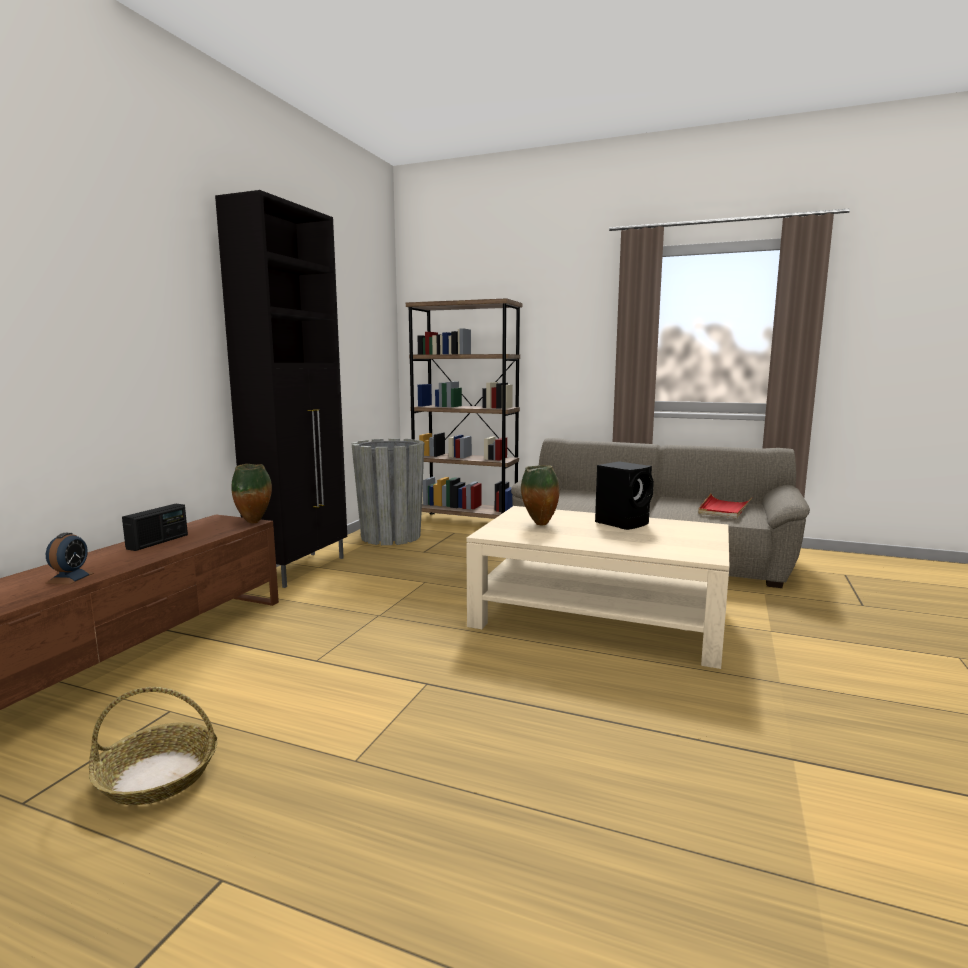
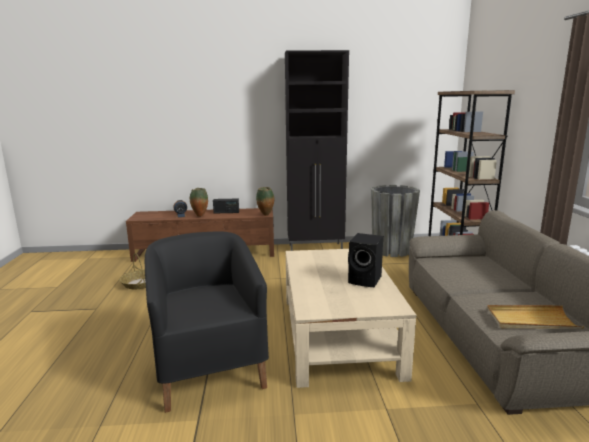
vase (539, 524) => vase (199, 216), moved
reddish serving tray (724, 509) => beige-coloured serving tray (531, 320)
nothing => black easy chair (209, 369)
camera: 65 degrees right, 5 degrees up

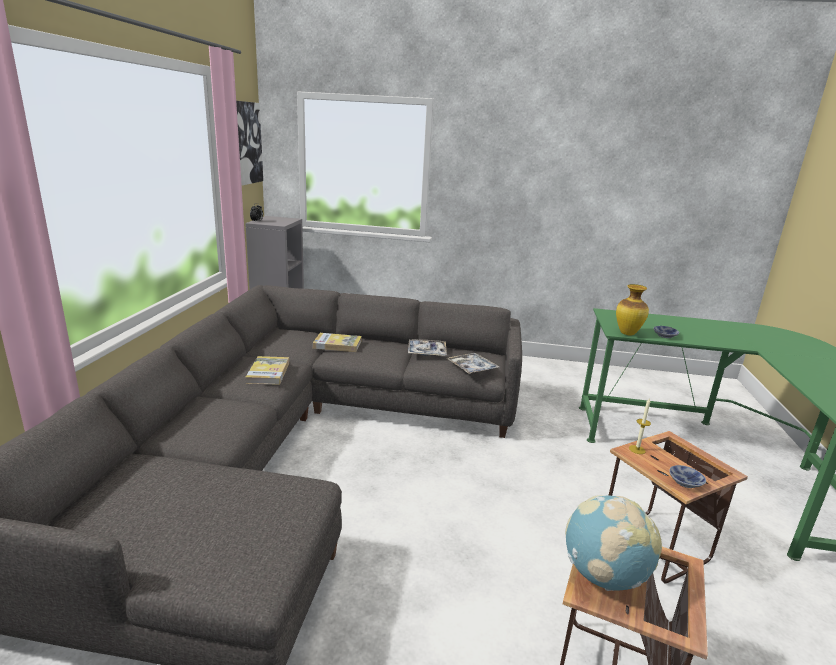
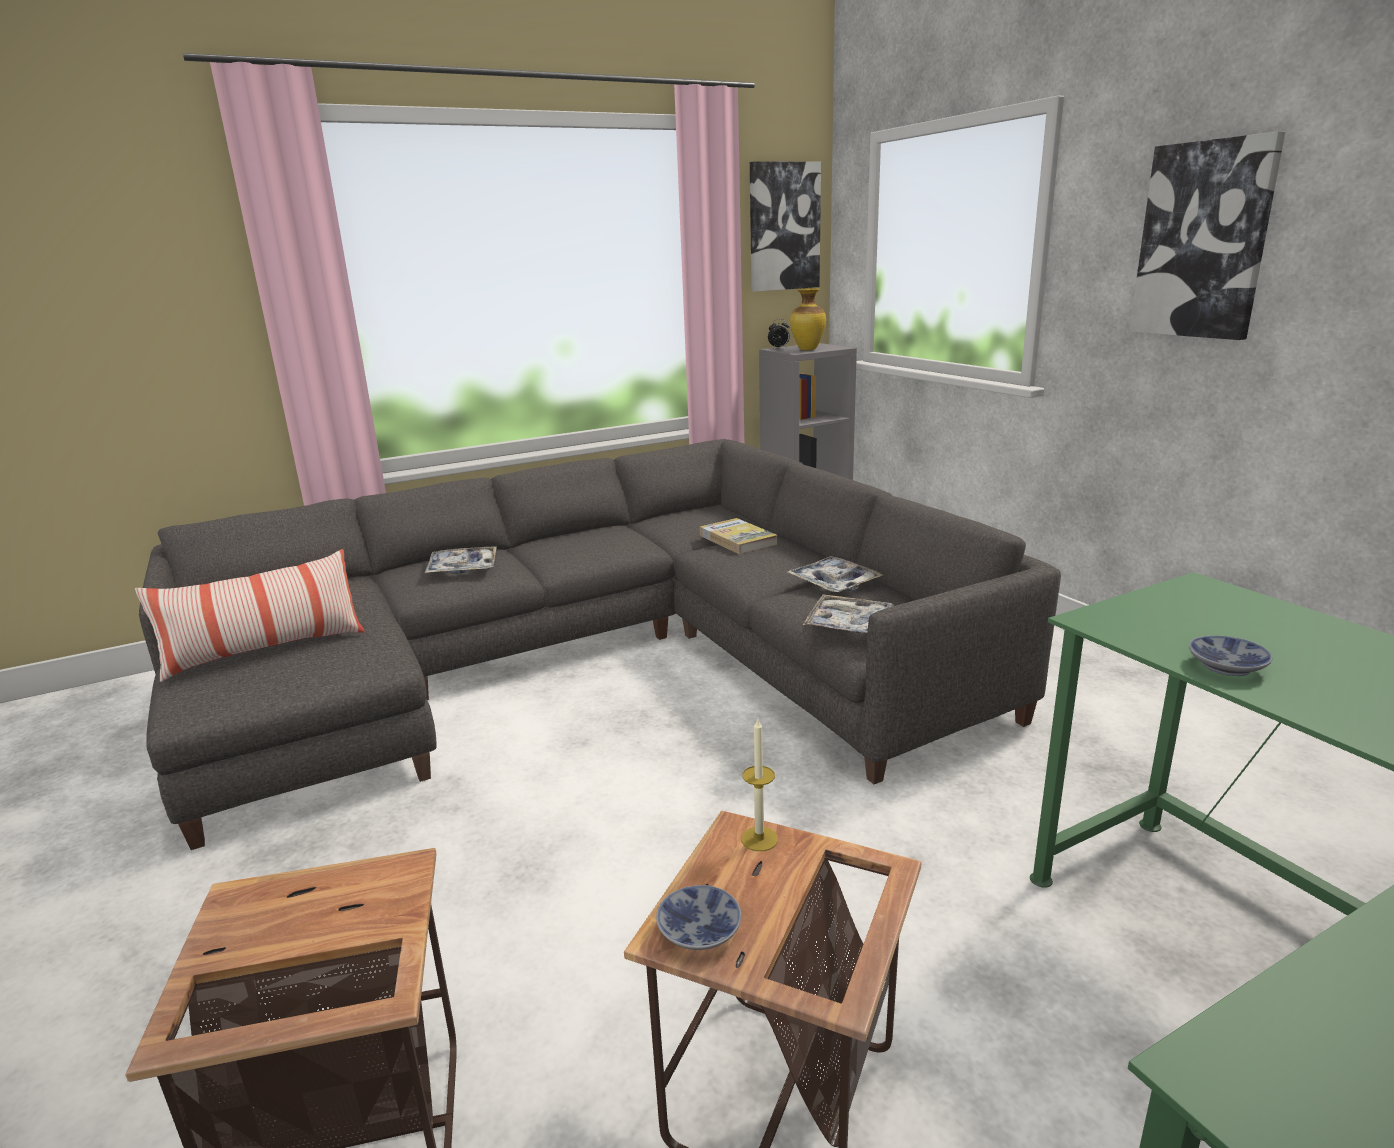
book (268, 373) => nothing
world globe (603, 576) => nothing
vase (627, 333) => vase (807, 349), moved
nothing => pillow (265, 651)
nothing => serving tray (463, 568)
nothing => wall art (1203, 240)
camera: 55 degrees right, 0 degrees up

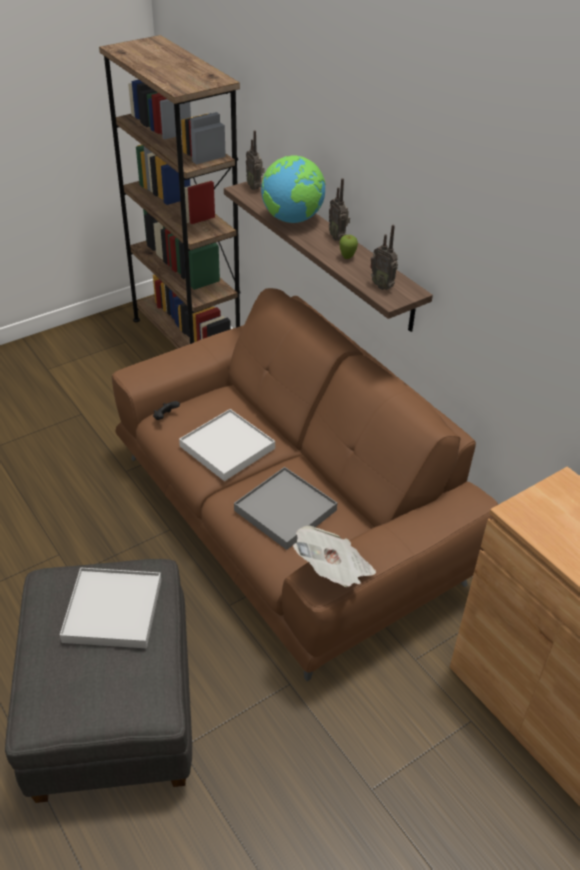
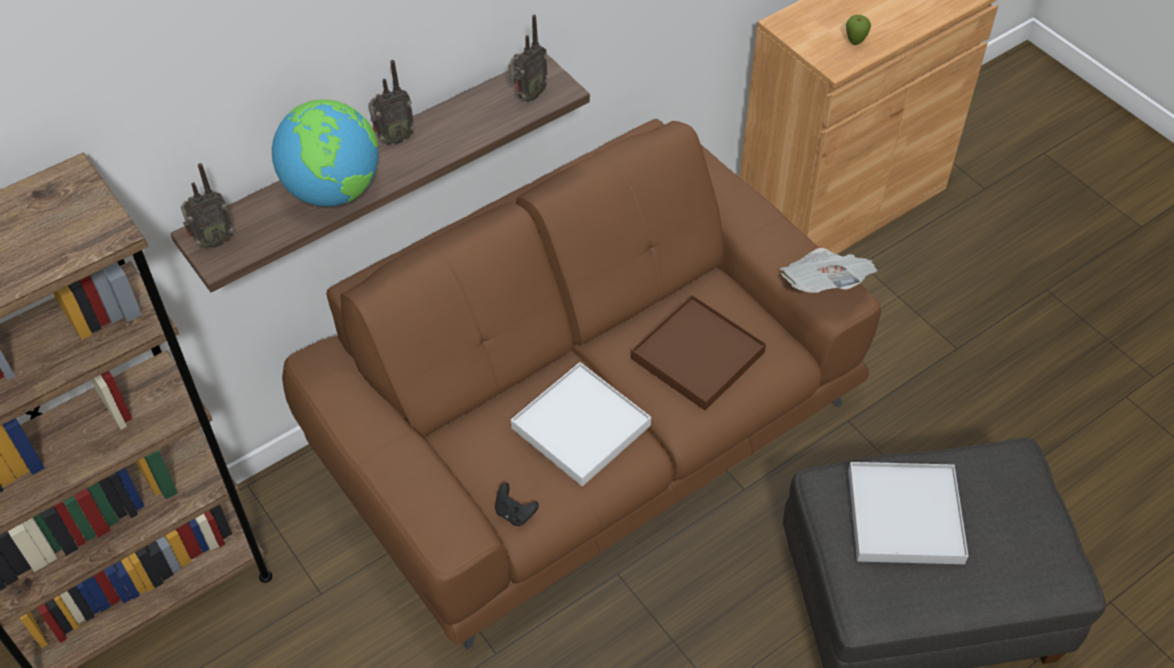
grey serving tray (285, 511) => brown-coloured serving tray (698, 355)
whole apple (347, 257) => whole apple (855, 42), moved
camera: 90 degrees left, 10 degrees up

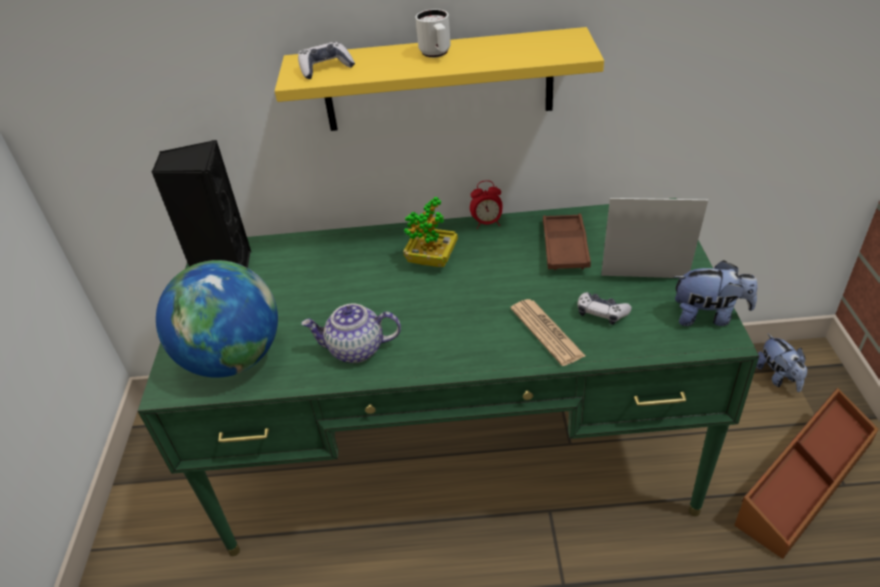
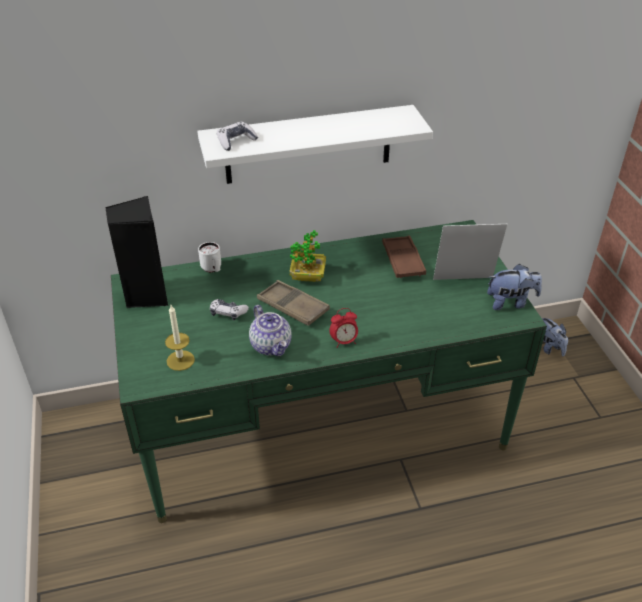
world globe (233, 359) => wax candle (180, 360)
yellowish shelf (438, 81) => whitish shelf (308, 145)
tea pot (355, 350) => tea pot (271, 346), 105 degrees counterclockwise
whitish mug (436, 54) => whitish mug (212, 269), moved
bedside clock (487, 223) => bedside clock (344, 342), moved
daily paper (546, 332) => nothing
game controller (601, 313) => game controller (228, 313), moved
brown-coloured storage box (803, 481) => nothing
nothing => brown-coloured serving tray (292, 307)
camera: 15 degrees left, 0 degrees up

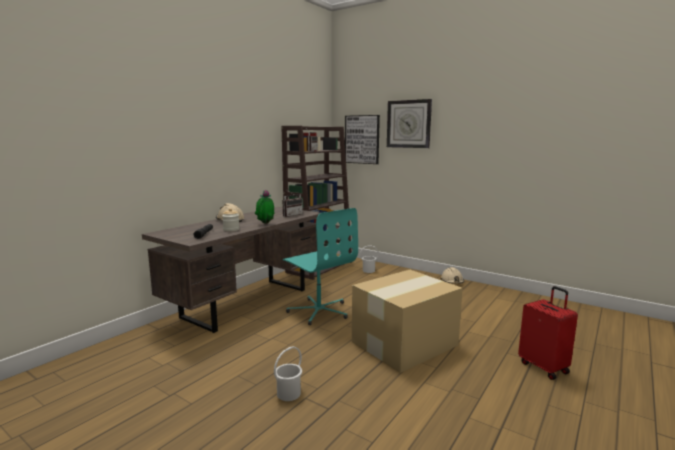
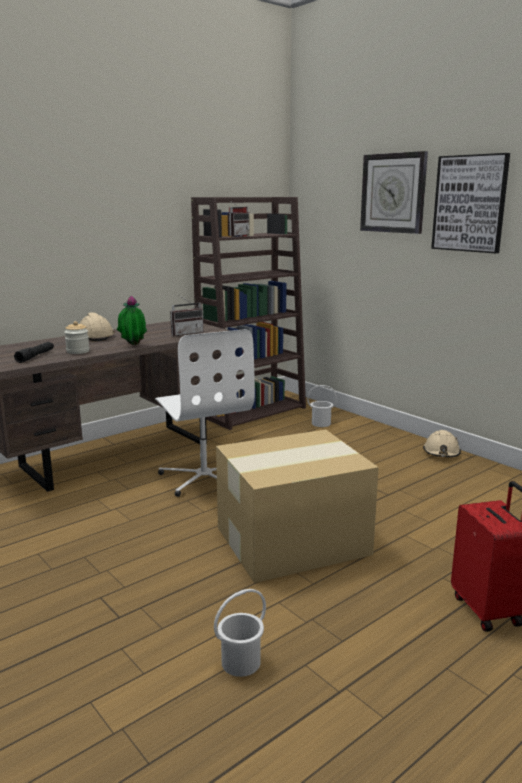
whitish water bucket (289, 394) => whitish water bucket (241, 662), moved
turquoise computer chair (319, 311) => whitish computer chair (204, 477)
wall art (362, 139) => wall art (470, 203), moved
camera: 15 degrees right, 5 degrees up

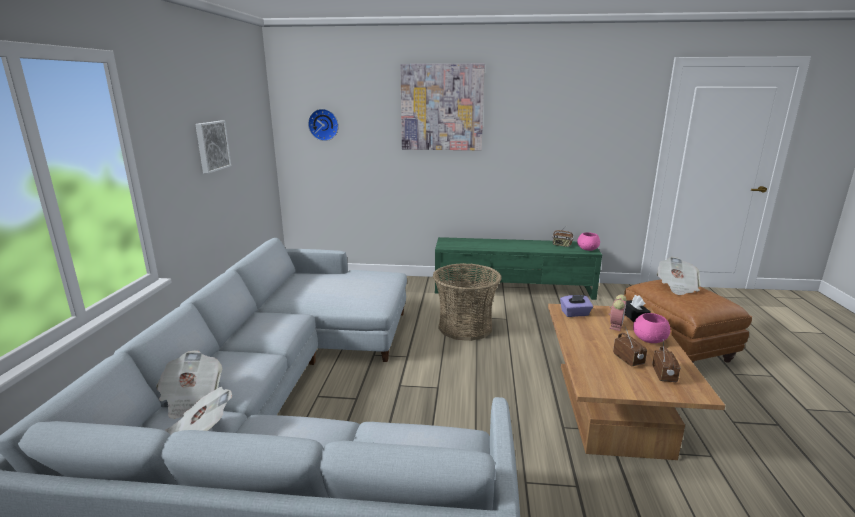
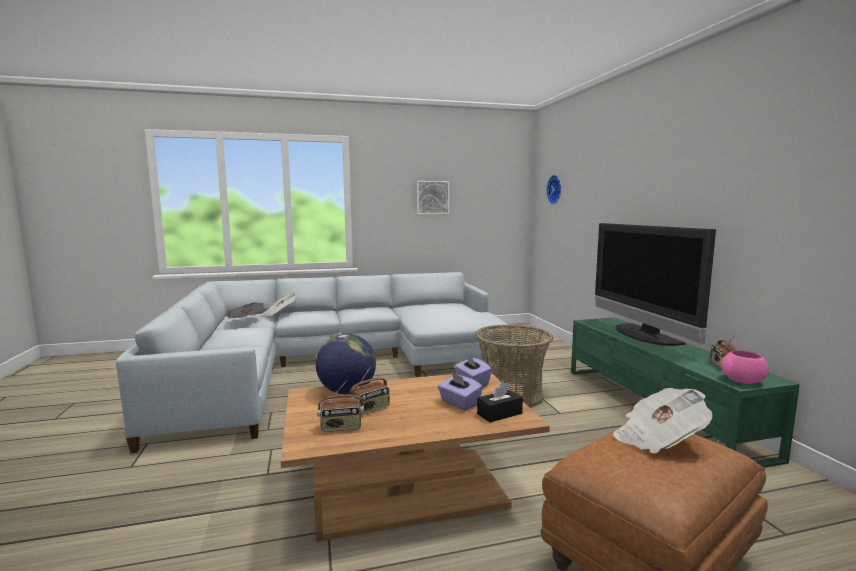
wall art (442, 107) => nothing
bedside clock (616, 325) => purplish tissue holder (459, 403)
pink bowl (650, 339) => nothing
nothing => world globe (347, 392)
nothing => television (643, 335)
camera: 70 degrees right, 10 degrees down

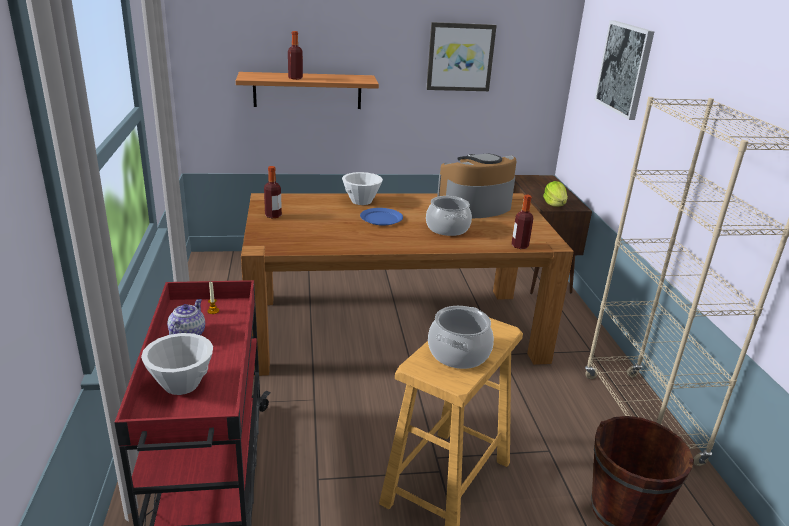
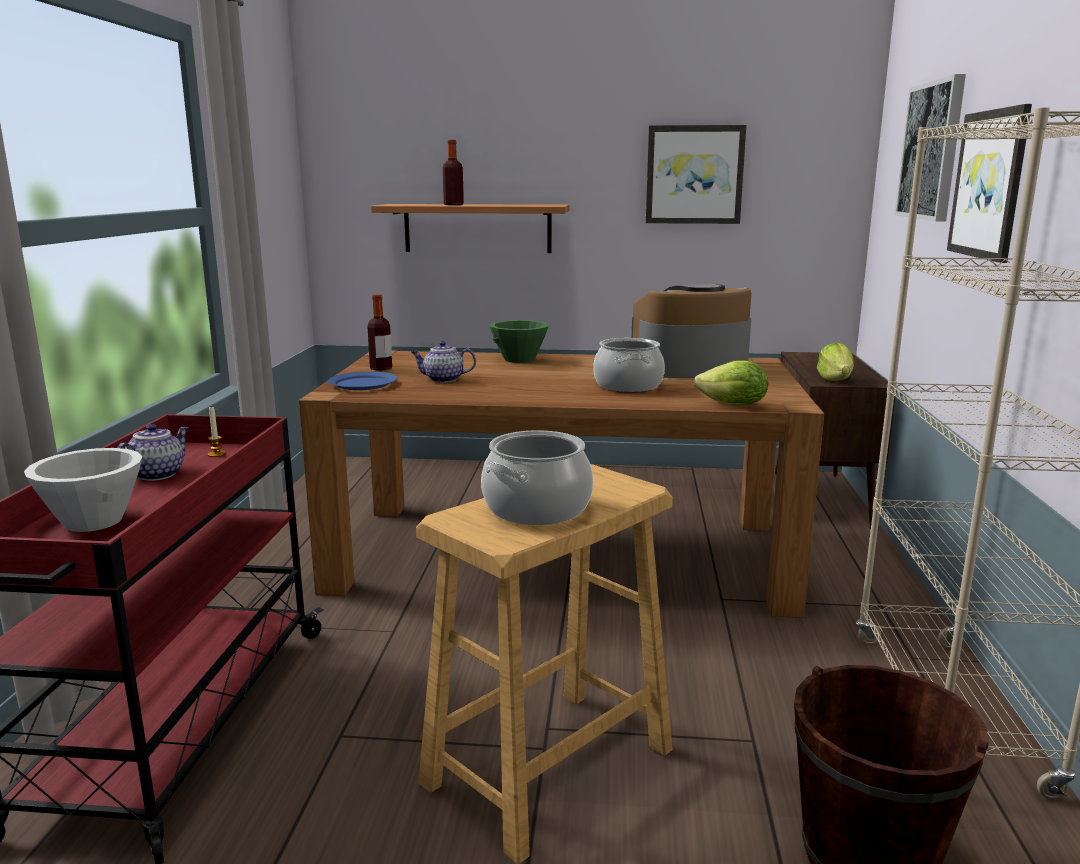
whitish bowl (361, 201) => greenish bowl (519, 359)
blue-coloured dinner plate (381, 218) => blue-coloured dinner plate (363, 384), moved
drink bottle (520, 246) => head of lettuce (733, 405)
nothing => tea pot (443, 379)
nothing => wall art (990, 184)
camera: 15 degrees right, 10 degrees down

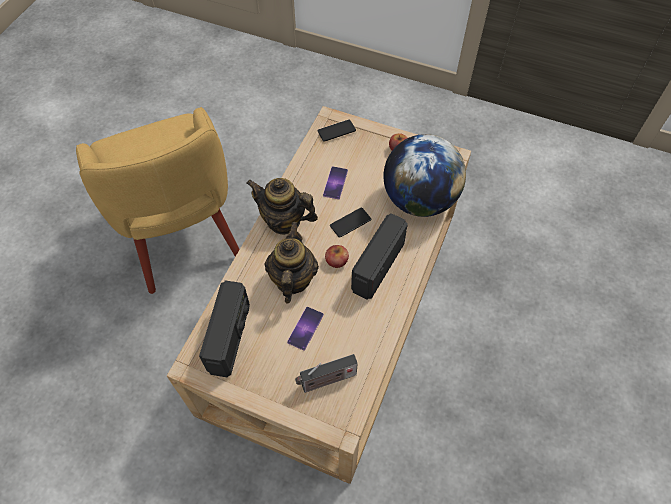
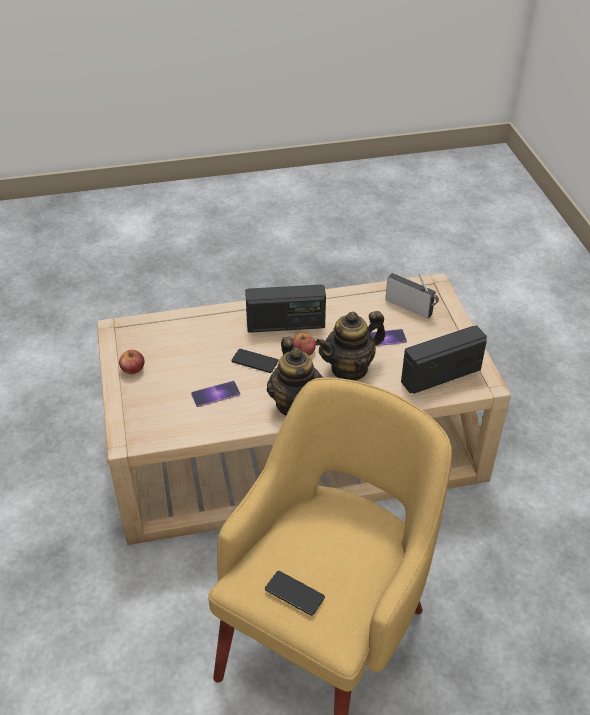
handset (336, 131) => handset (294, 593), moved
world globe (419, 200) => nothing
camera: 125 degrees left, 15 degrees down

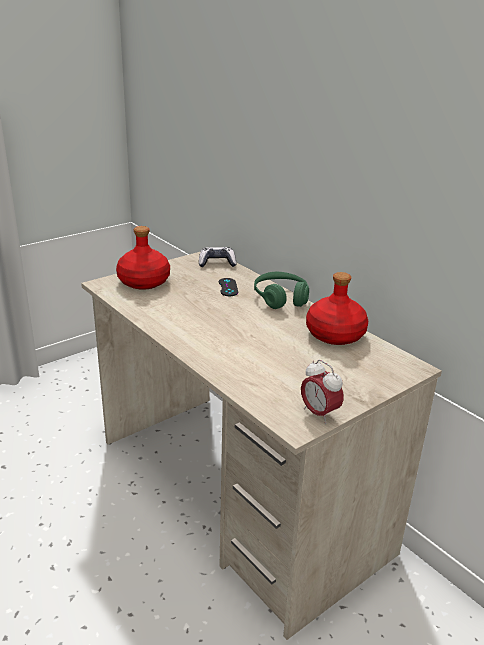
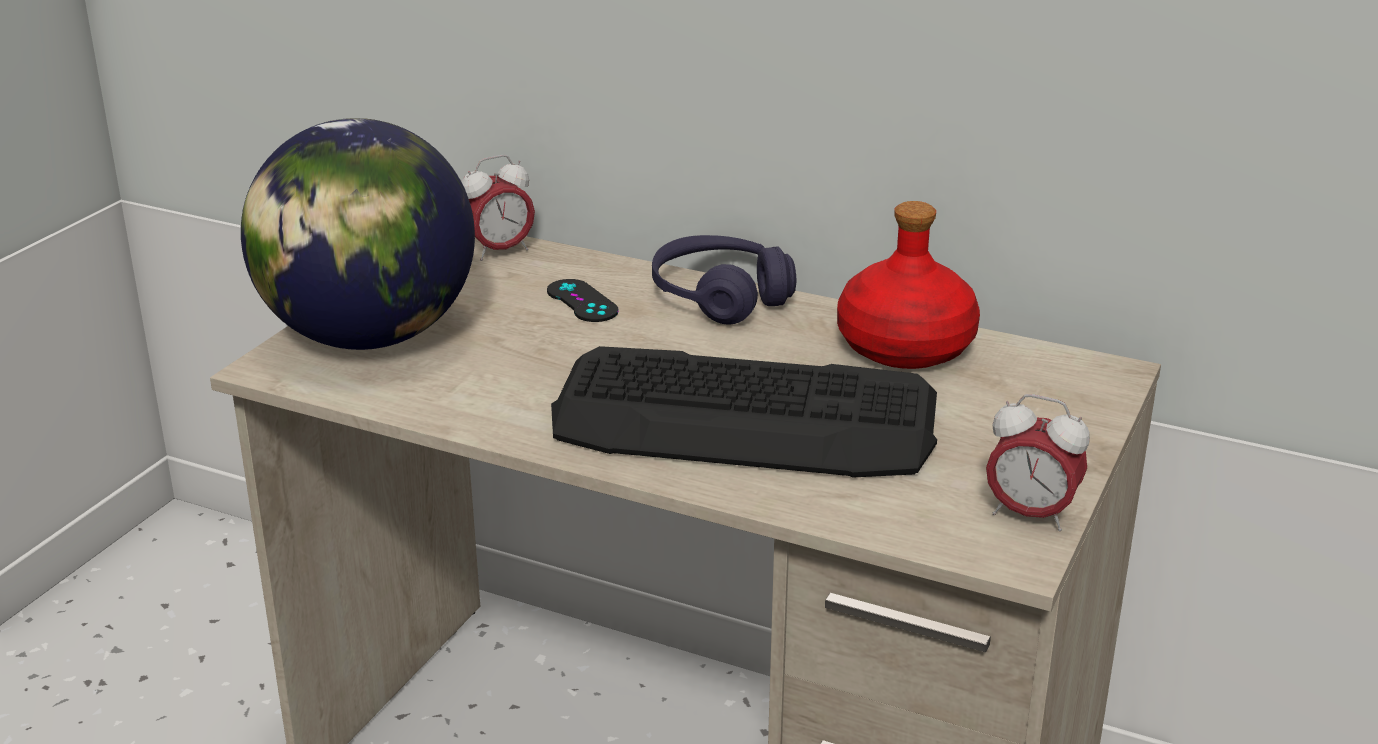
reddish drink bottle (143, 282) => world globe (370, 337)
game controller (217, 263) => bedside clock (499, 251)
greenish headphones (281, 298) => purplish headphones (720, 297)
nothing => PC keyboard (745, 418)
camera: 25 degrees left, 0 degrees up

